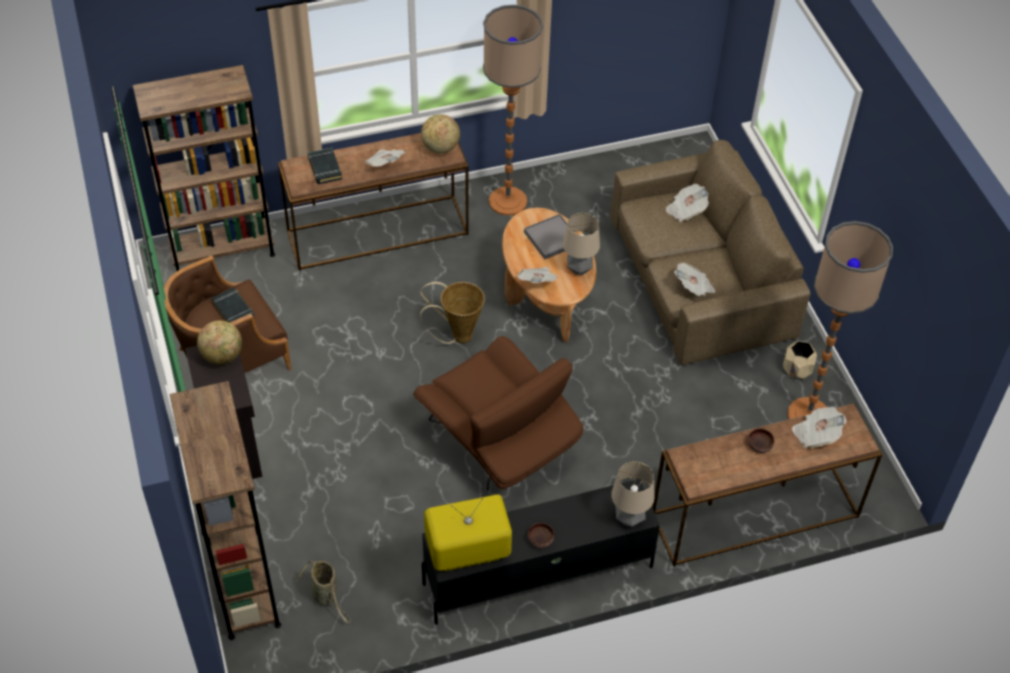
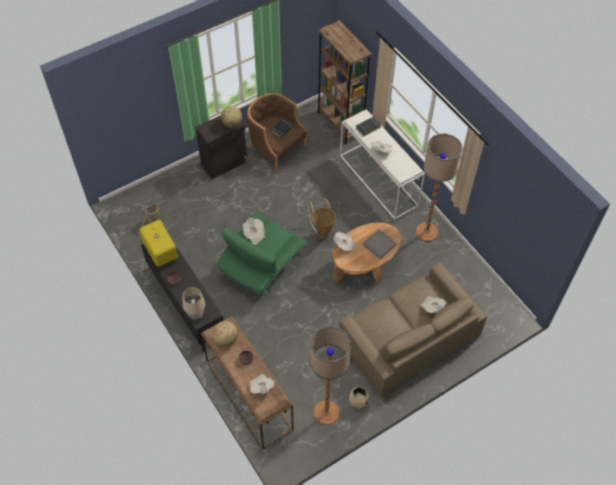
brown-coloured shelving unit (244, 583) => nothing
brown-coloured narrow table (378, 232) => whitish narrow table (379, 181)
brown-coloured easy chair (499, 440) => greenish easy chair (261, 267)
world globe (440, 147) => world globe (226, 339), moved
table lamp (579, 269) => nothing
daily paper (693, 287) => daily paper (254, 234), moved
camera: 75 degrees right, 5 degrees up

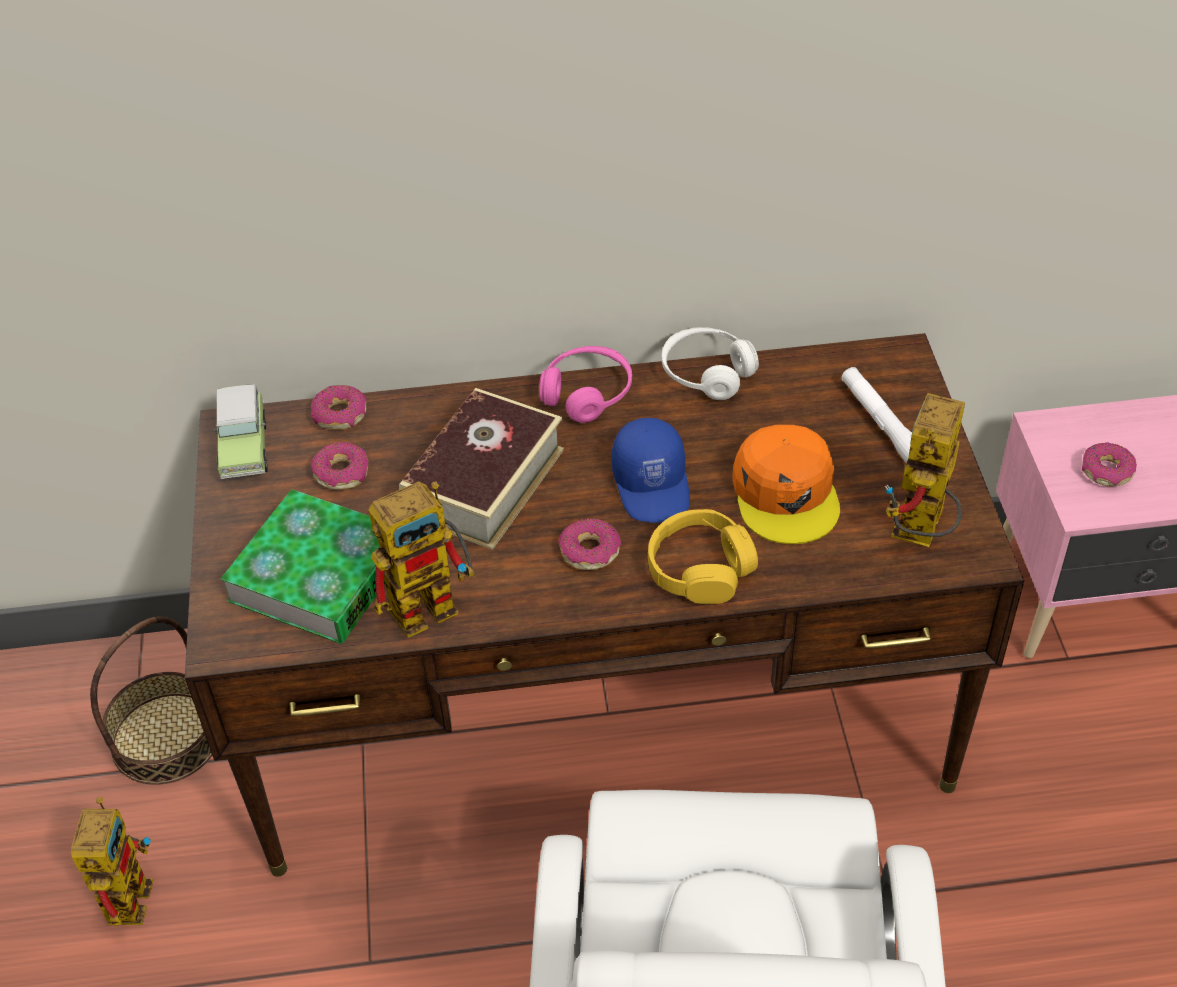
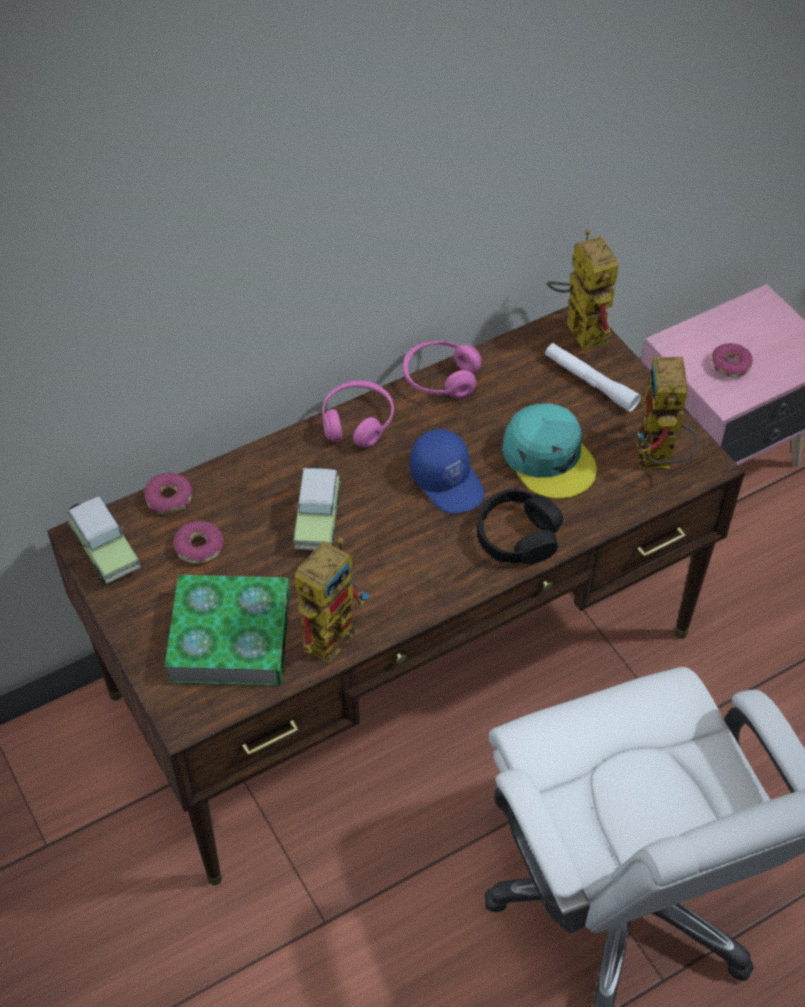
robot figure (127, 890) => robot figure (578, 328), moved
storage basket (166, 738) => nothing
book (484, 482) => miniature car (318, 519)
donut (589, 551) => nothing
yellowish headphones (700, 568) => black headphones (517, 536)
whitish headphones (707, 373) => pink headphones (440, 378)
orange-coloured peaked cap (786, 493) => turquoise peaked cap (549, 458)
camera: 25 degrees left, 5 degrees up

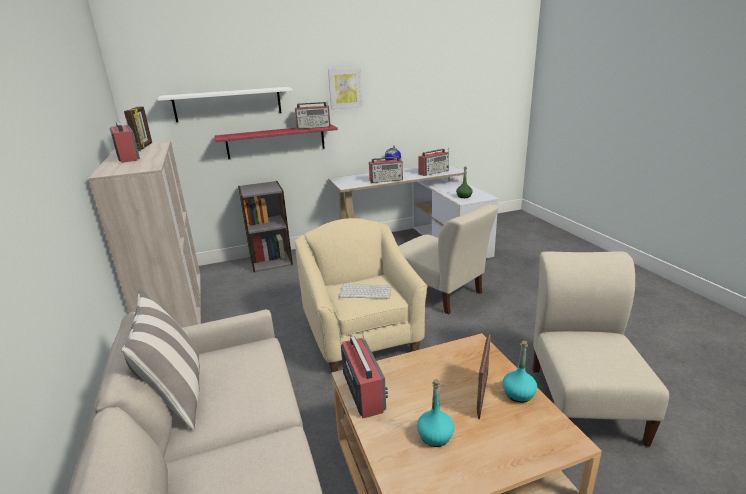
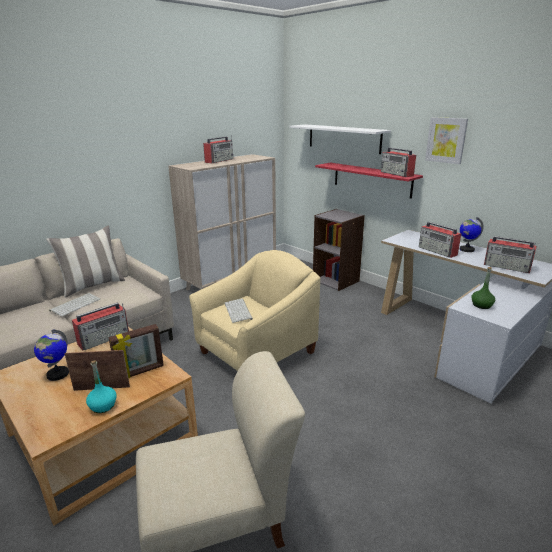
photo frame (144, 147) => photo frame (140, 372), moved
beige-coloured chair (440, 292) => nothing
turquoise drink bottle (435, 436) => world globe (57, 374)
nothing => PC keyboard (75, 304)
camera: 65 degrees right, 0 degrees up

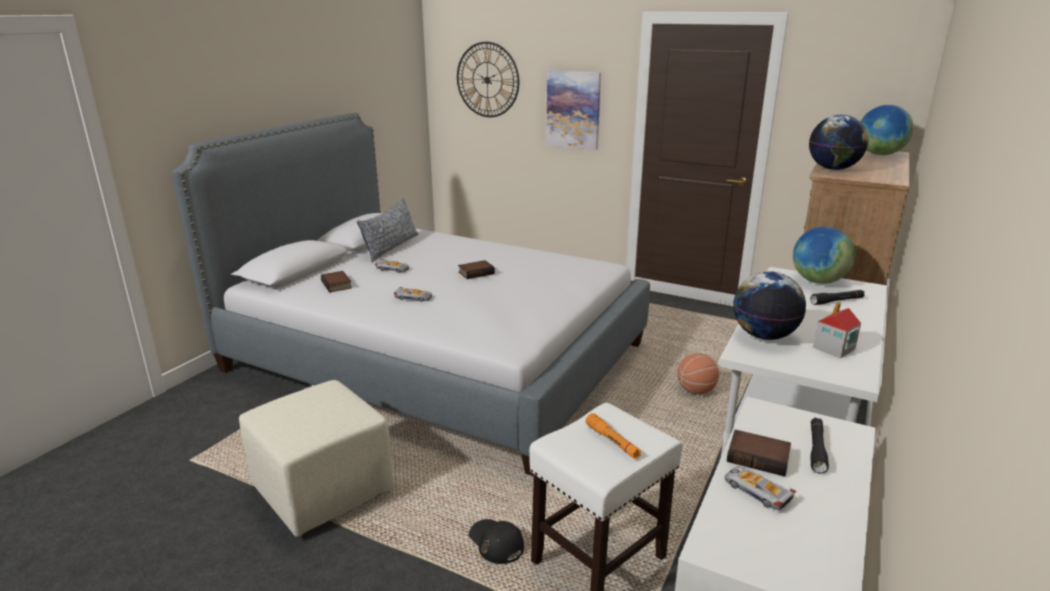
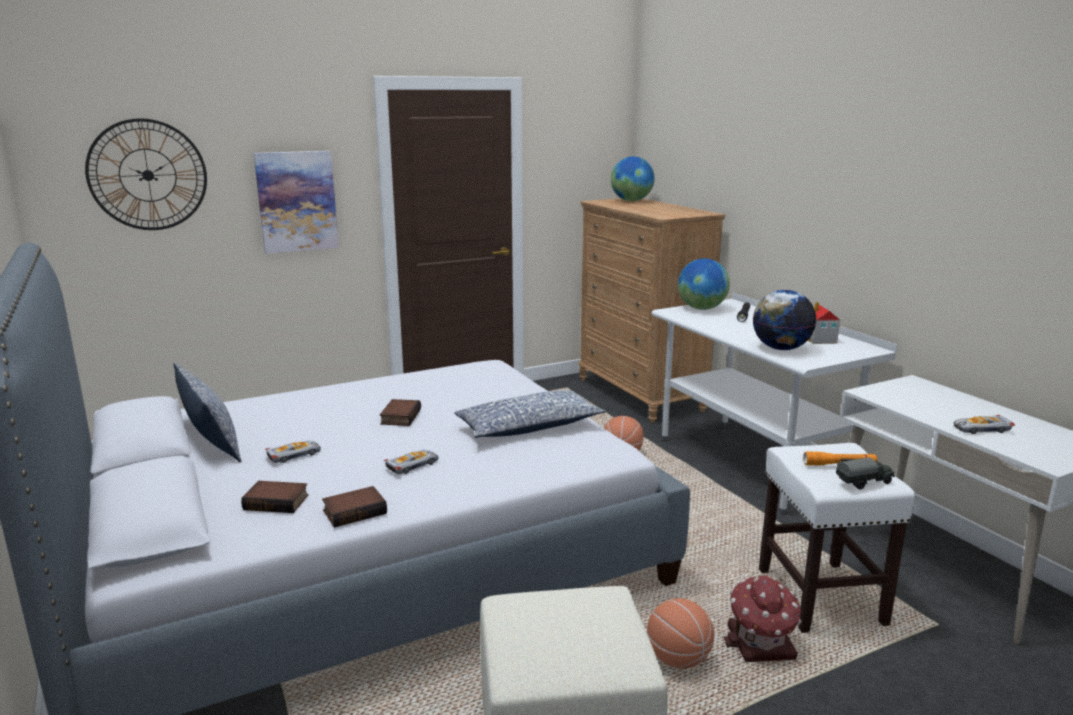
black peaked cap (496, 542) => model house (760, 644)
book (759, 457) => book (355, 511), moved
world globe (833, 169) => nothing
black flashlight (816, 449) => nothing
nothing => pillow (528, 427)
nothing => basketball (678, 659)
nothing => model truck (865, 483)
camera: 55 degrees left, 5 degrees down

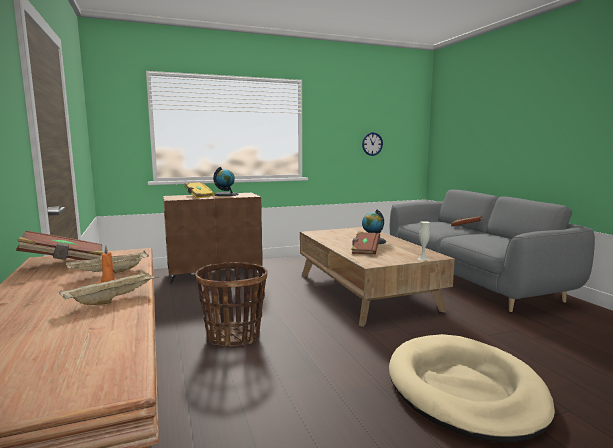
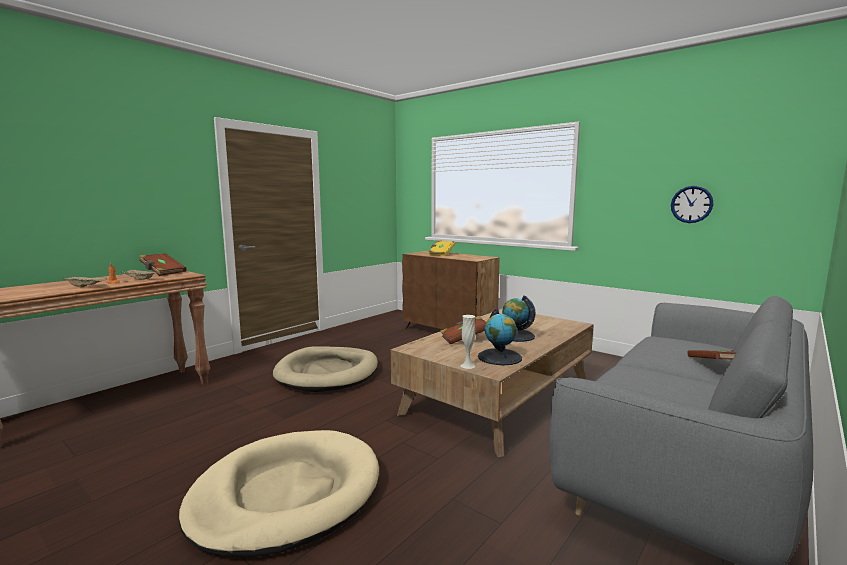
storage basket (233, 336) => beige-coloured dog cushion (328, 373)
world globe (226, 194) => world globe (500, 357), moved
camera: 60 degrees right, 0 degrees up

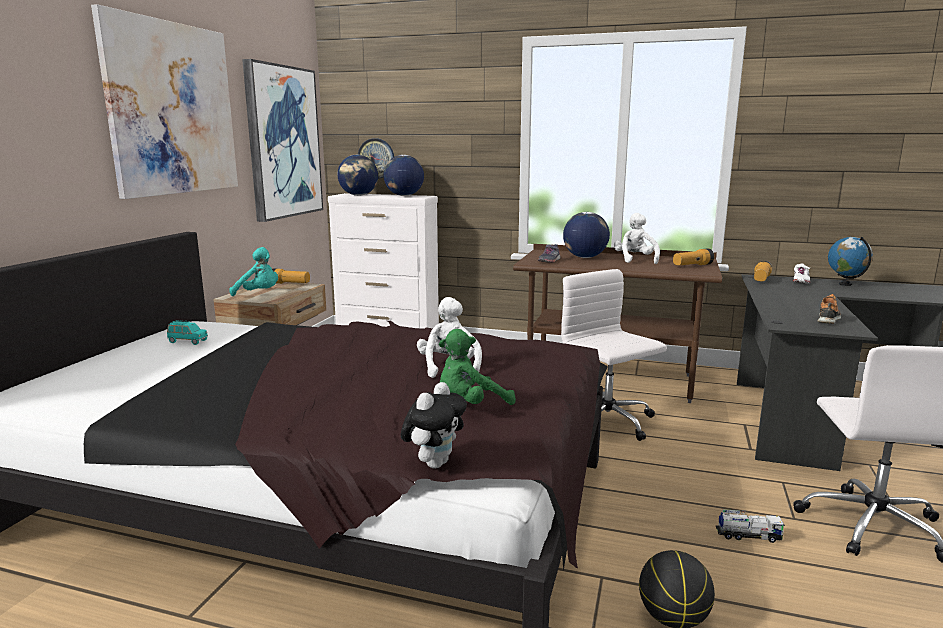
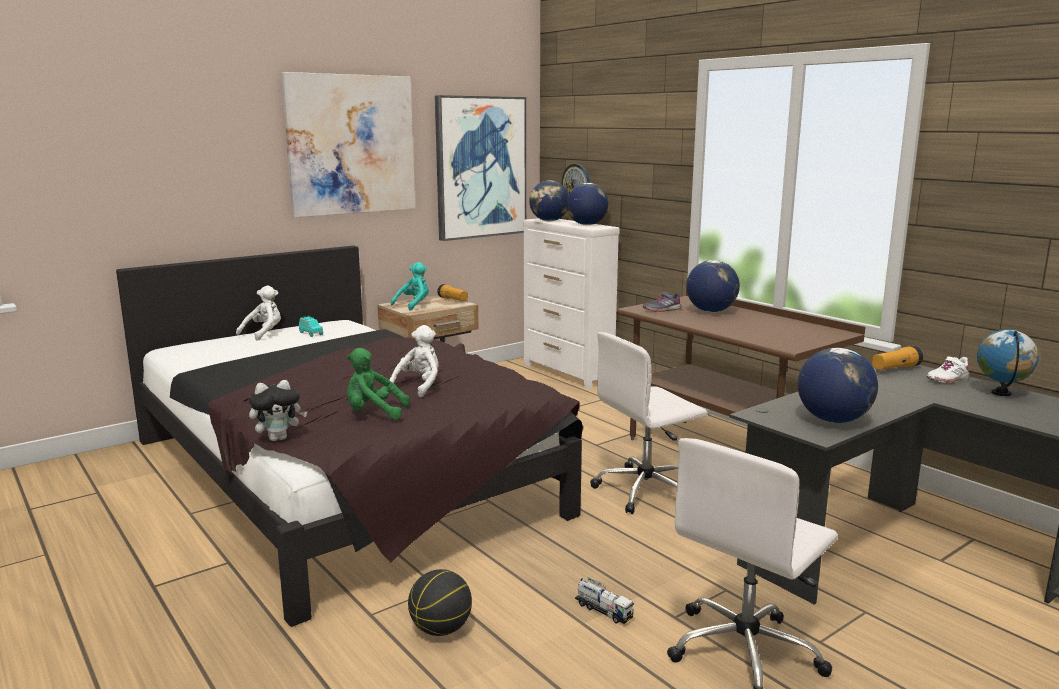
turquoise plush toy (259, 294) => turquoise plush toy (414, 305), 105 degrees counterclockwise
whitish computer chair (608, 423) => whitish computer chair (646, 491), 120 degrees counterclockwise
whitish plush toy (635, 260) => whitish plush toy (264, 333), moved
flashlight (692, 265) => nothing
shoe (828, 319) => world globe (833, 420)
camera: 35 degrees right, 0 degrees up

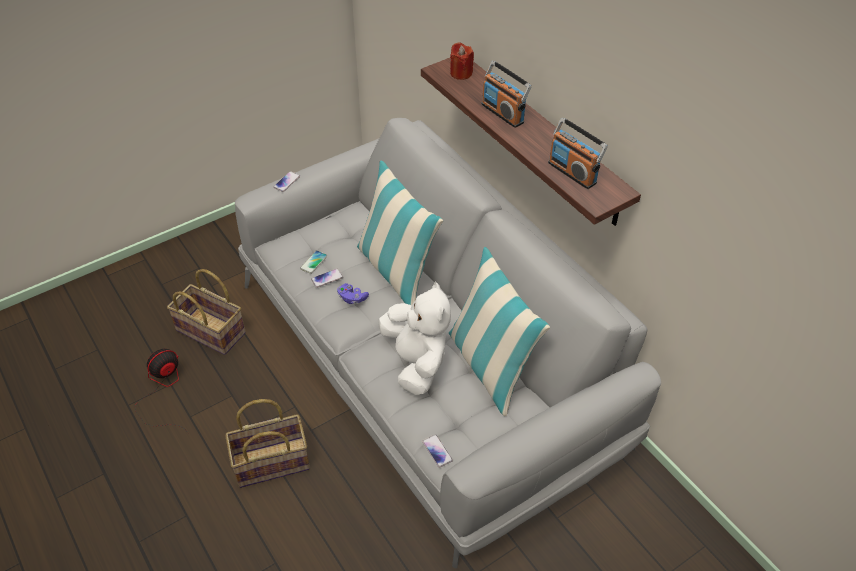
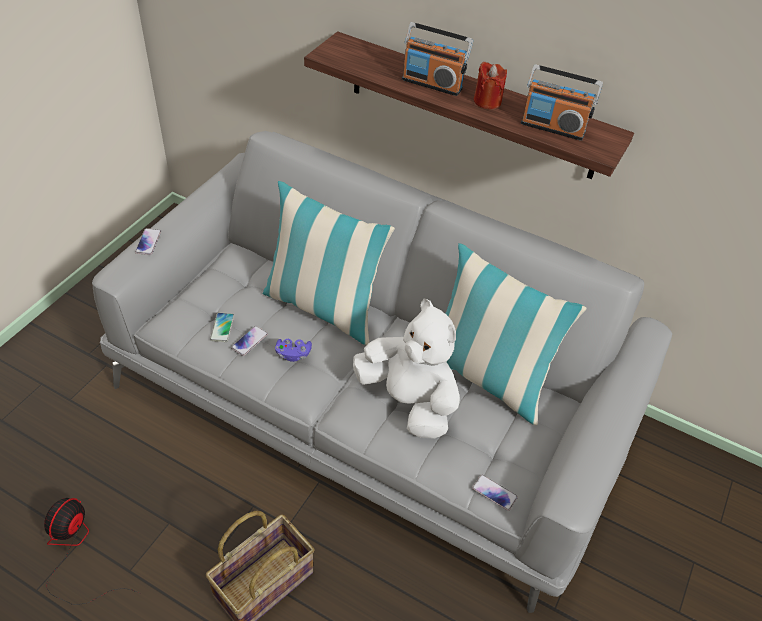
storage basket (212, 331) => nothing
reddish wax candle (461, 73) => reddish wax candle (487, 101), moved
camera: 30 degrees left, 0 degrees up

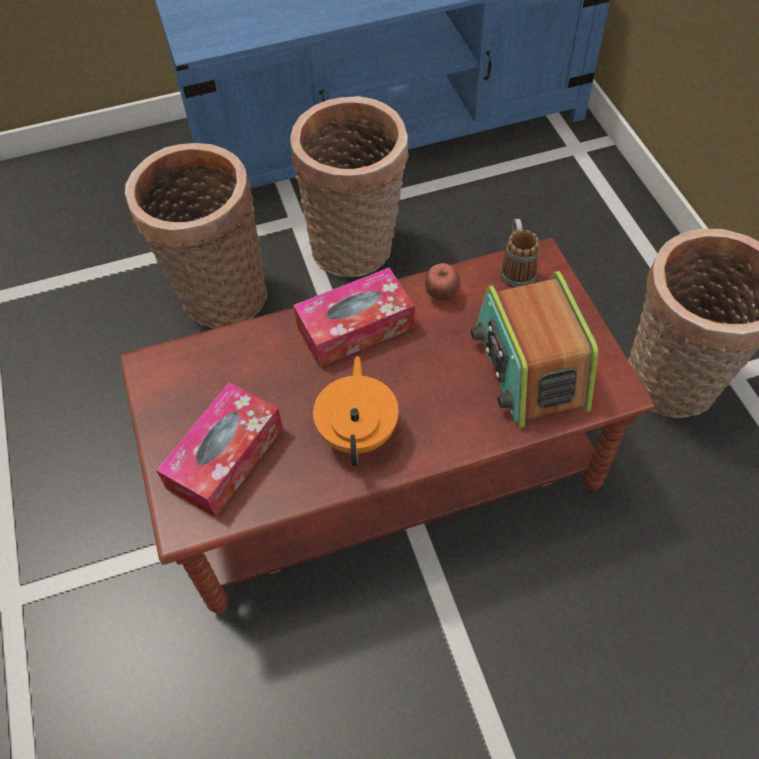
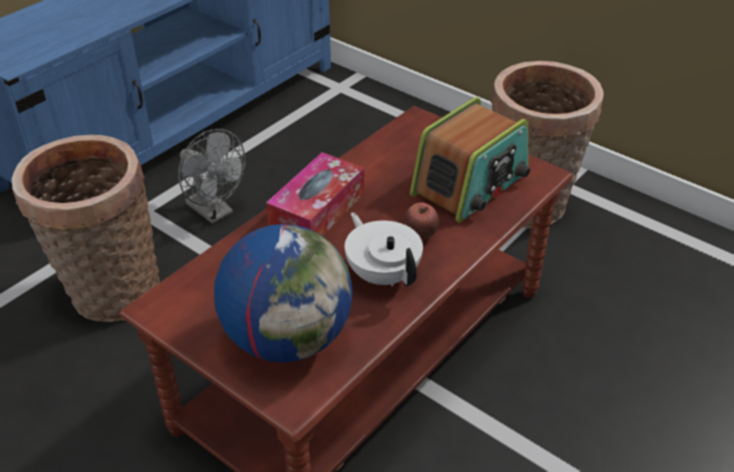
tissue holder (226, 458) => world globe (288, 339)
storage basket (357, 249) => grey cooling fan (214, 212)
orange-coloured tea pot (359, 432) => whitish tea pot (383, 274)
whole apple (441, 294) => whole apple (420, 235), moved
radio (529, 367) => radio (471, 184), 90 degrees counterclockwise
mug (516, 269) => nothing
camera: 35 degrees left, 15 degrees down

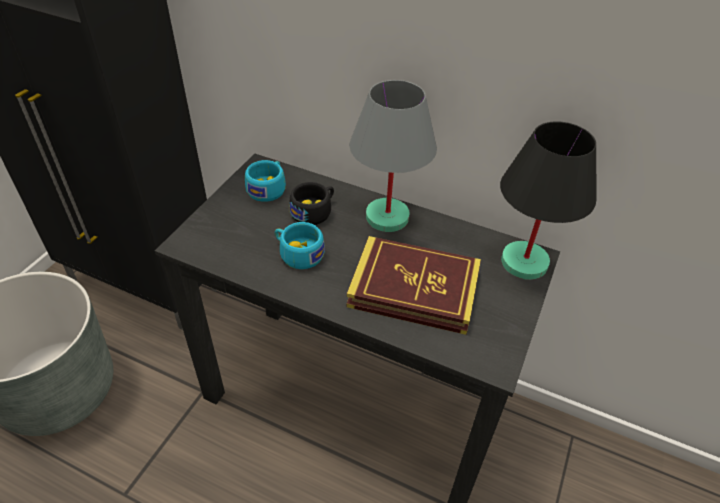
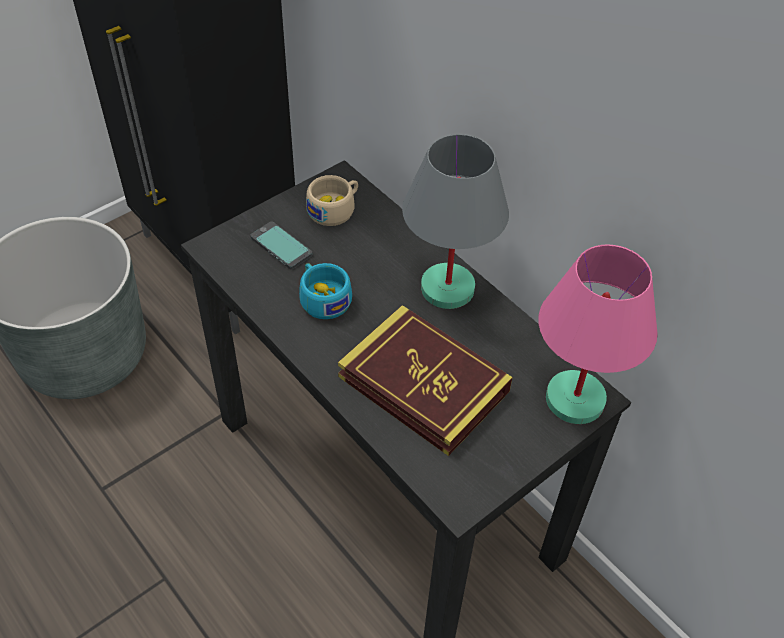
turquoise drinking cup (268, 188) => beige-coloured drinking cup (335, 209)
black drinking cup (314, 211) => nothing
black table lamp (523, 263) => pink table lamp (573, 400)
nothing => handset (281, 246)
camera: 25 degrees right, 5 degrees up

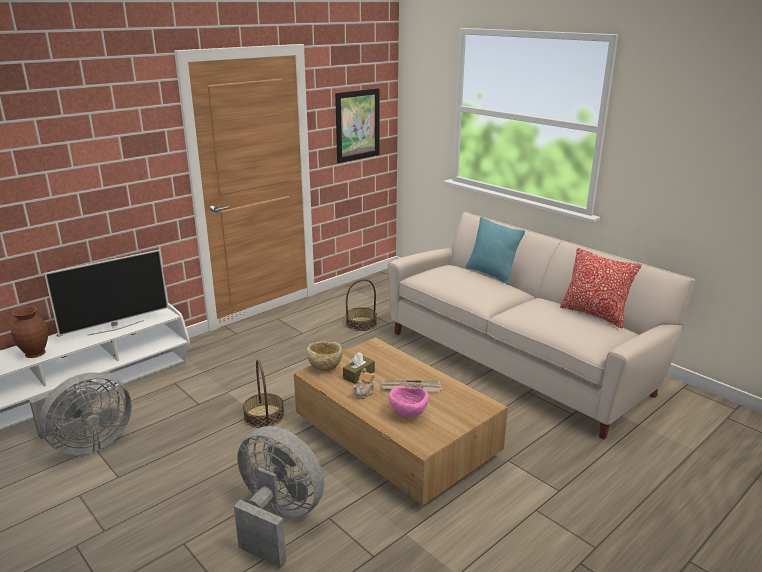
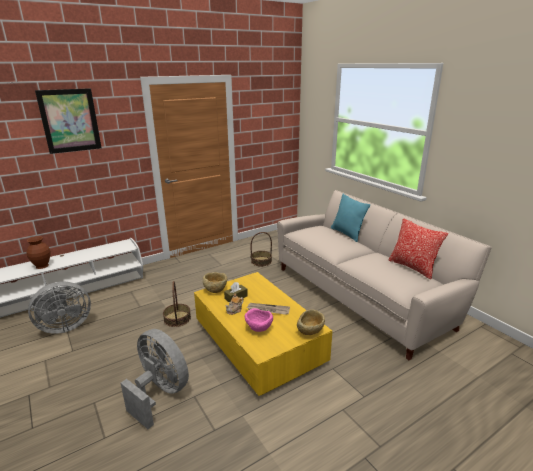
television (116, 327) => nothing
brown-coloured lounge table (396, 438) => yellowish lounge table (258, 343)
wall art (357, 125) => wall art (70, 120), moved
nothing => beige-coloured bowl (310, 332)
camera: 10 degrees right, 0 degrees up

